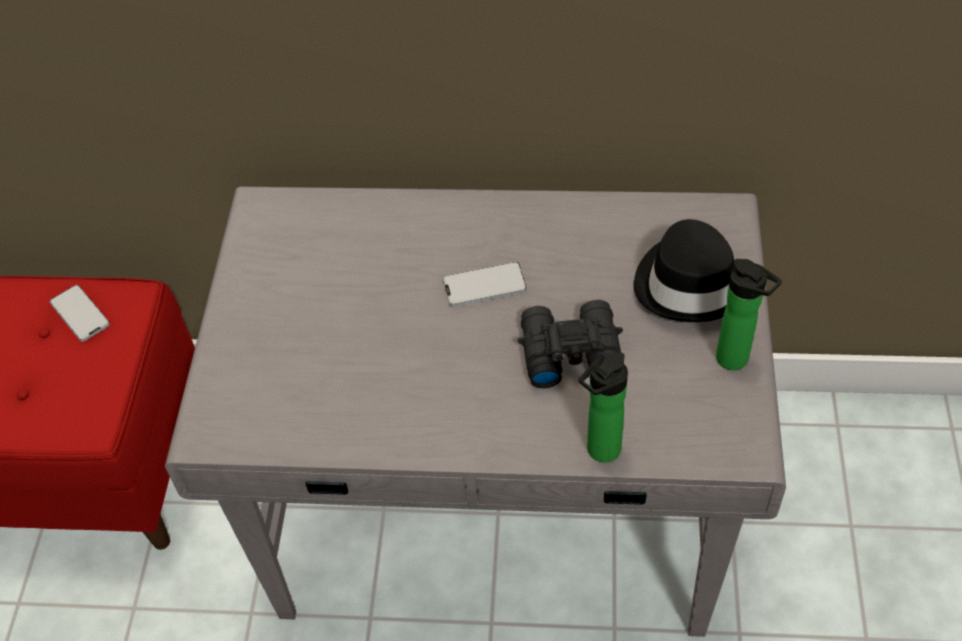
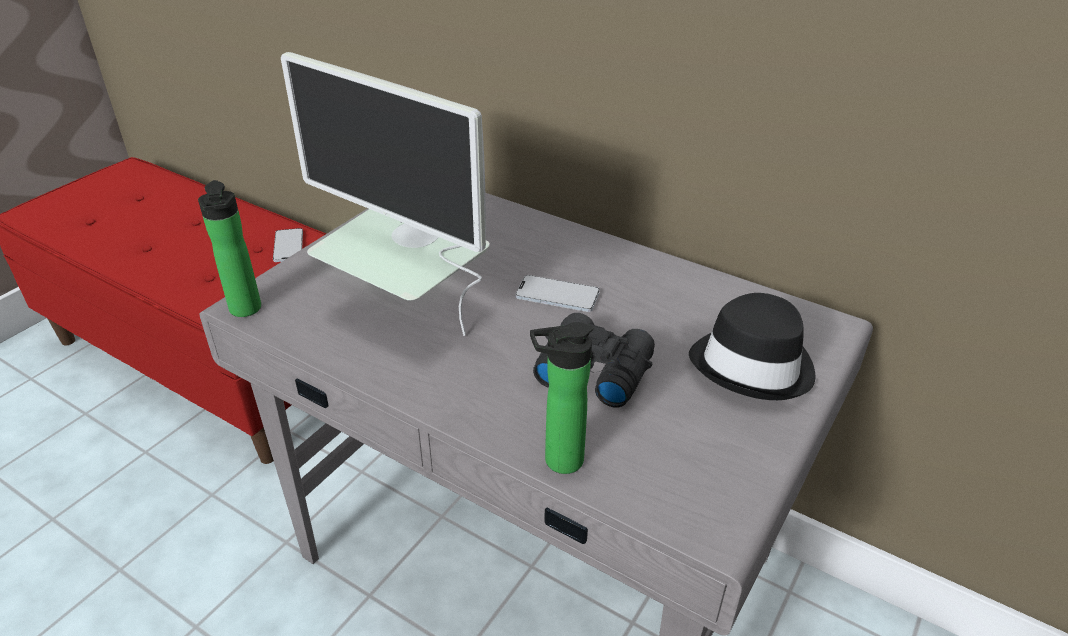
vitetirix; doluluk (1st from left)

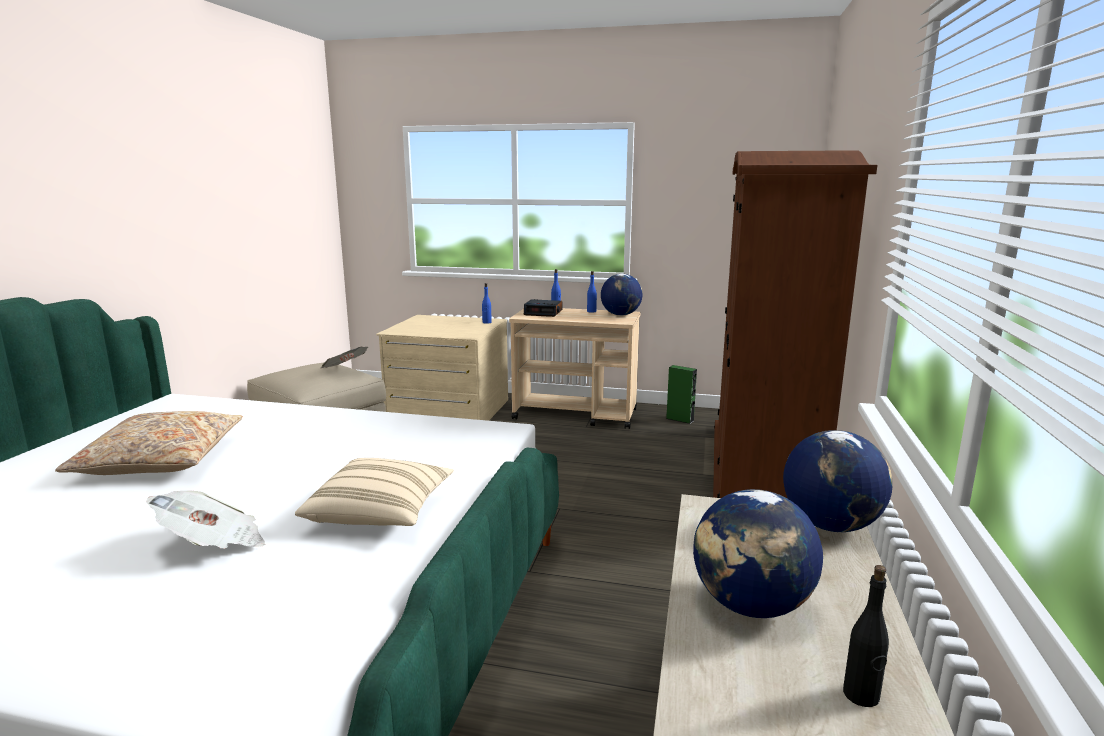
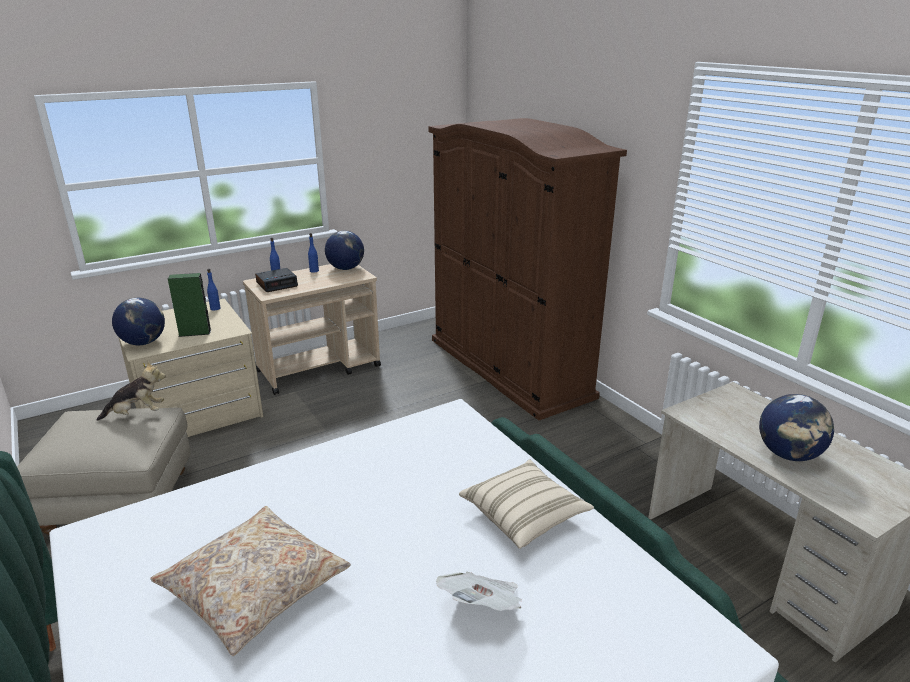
black_doluluk; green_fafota; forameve (1st from left); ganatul

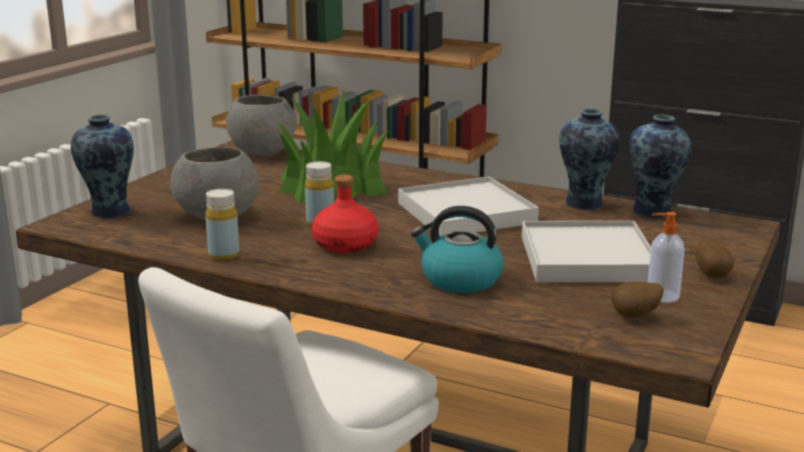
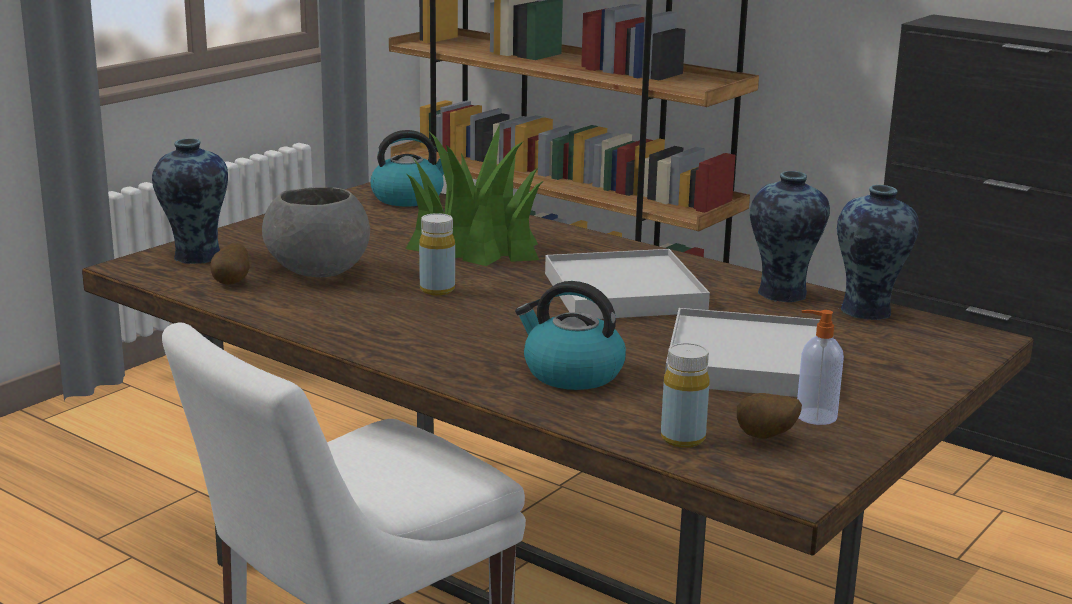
red_doluluk; yellow_doluluk (2nd from left); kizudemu (1st from left); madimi (1st from left)

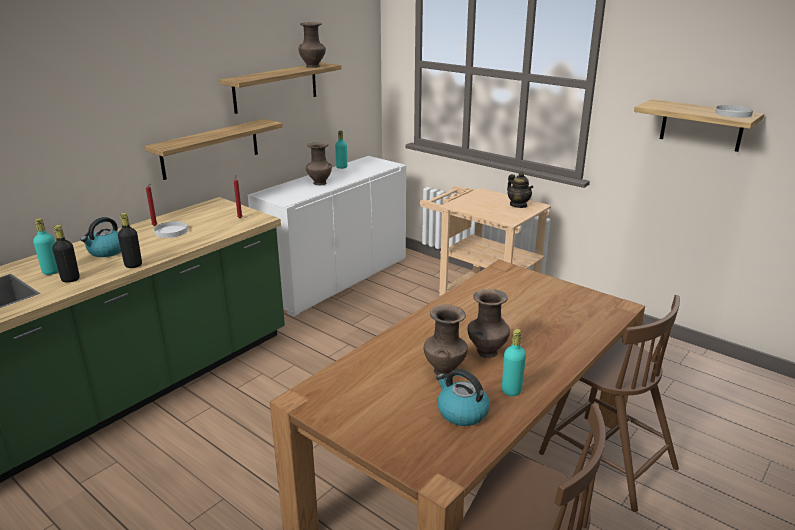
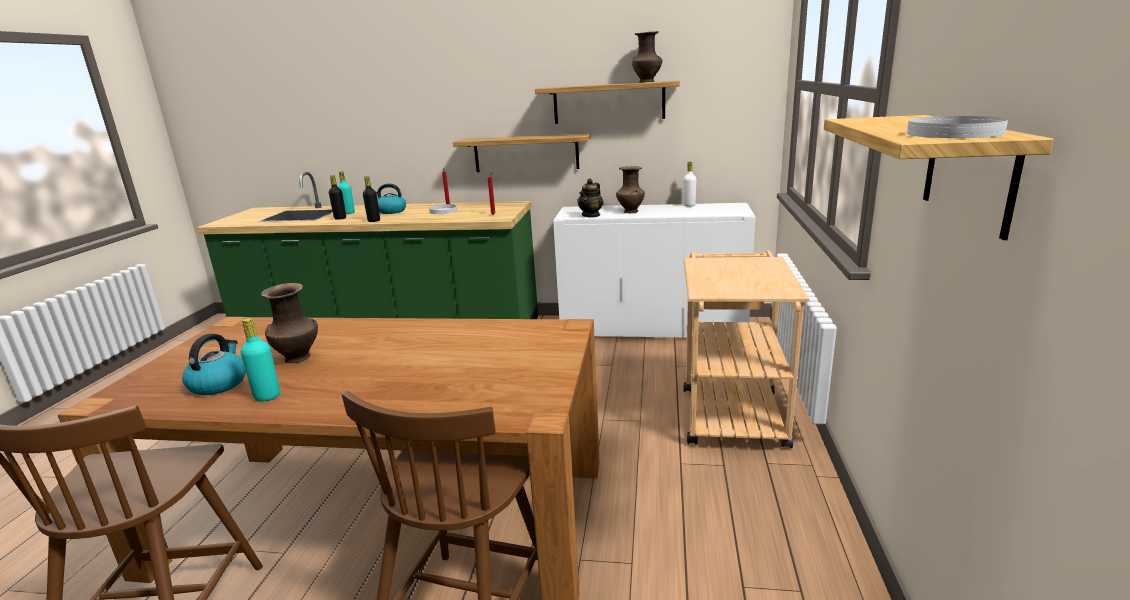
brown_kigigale (4th from left in the first image); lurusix; white_doluluk

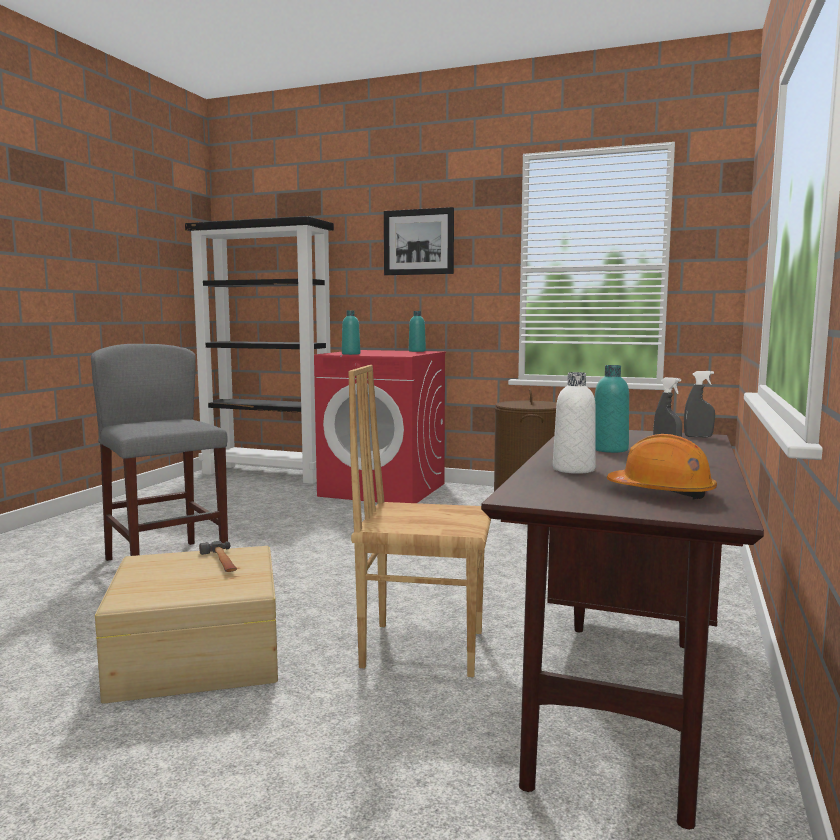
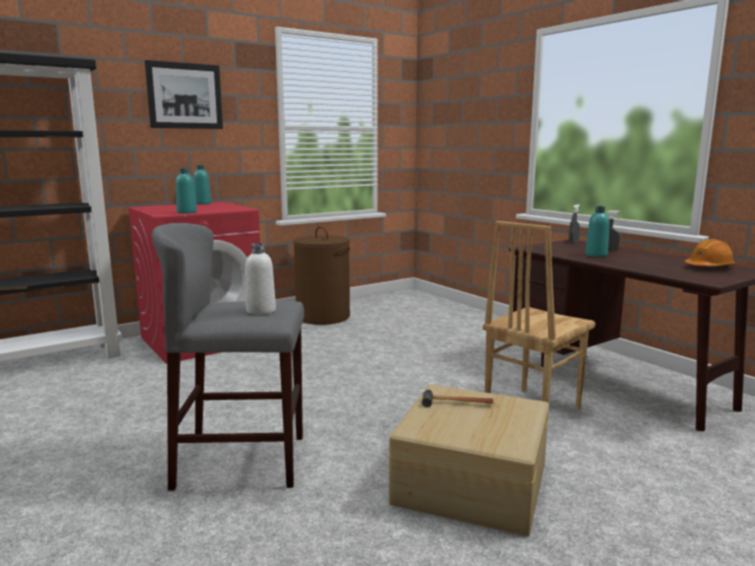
white_doluluk

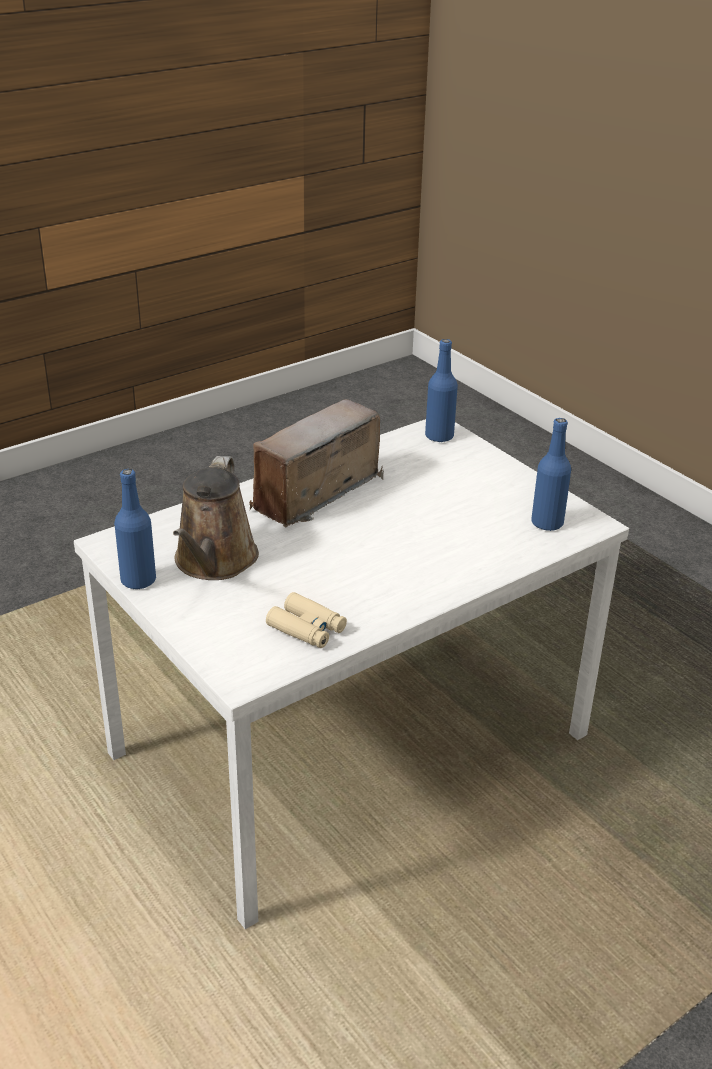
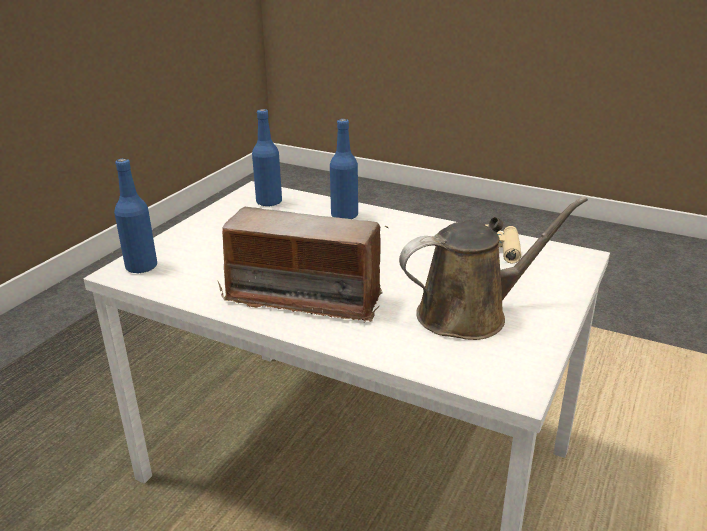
blue_doluluk (3rd from left)

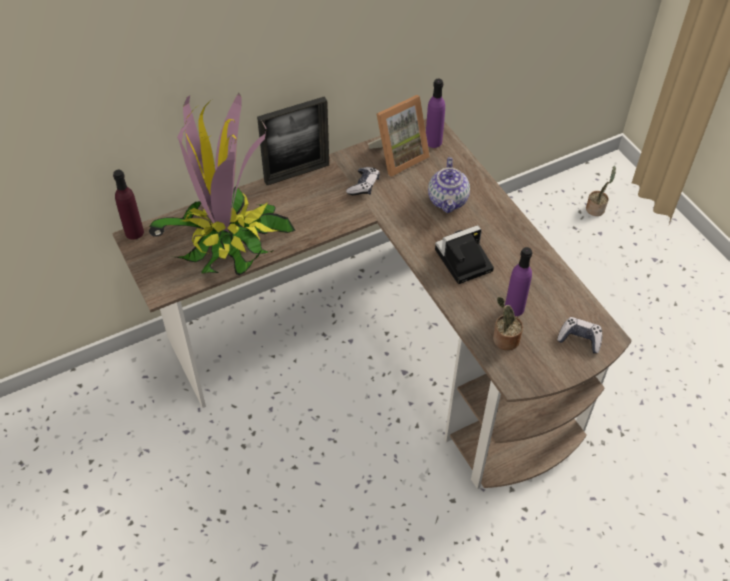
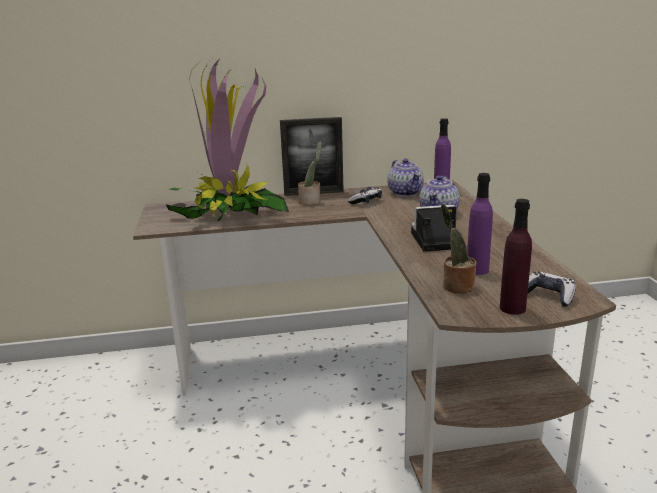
purple_doluluk (3rd from left); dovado (2nd from left); lurusix (1st from left)

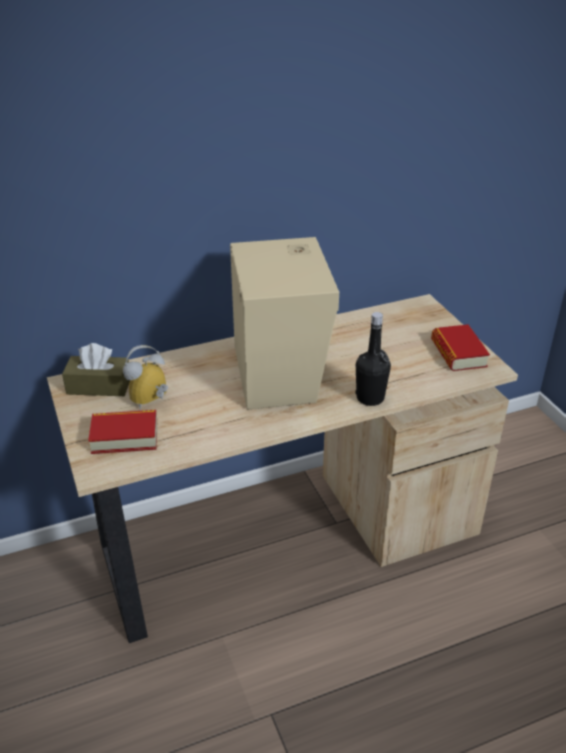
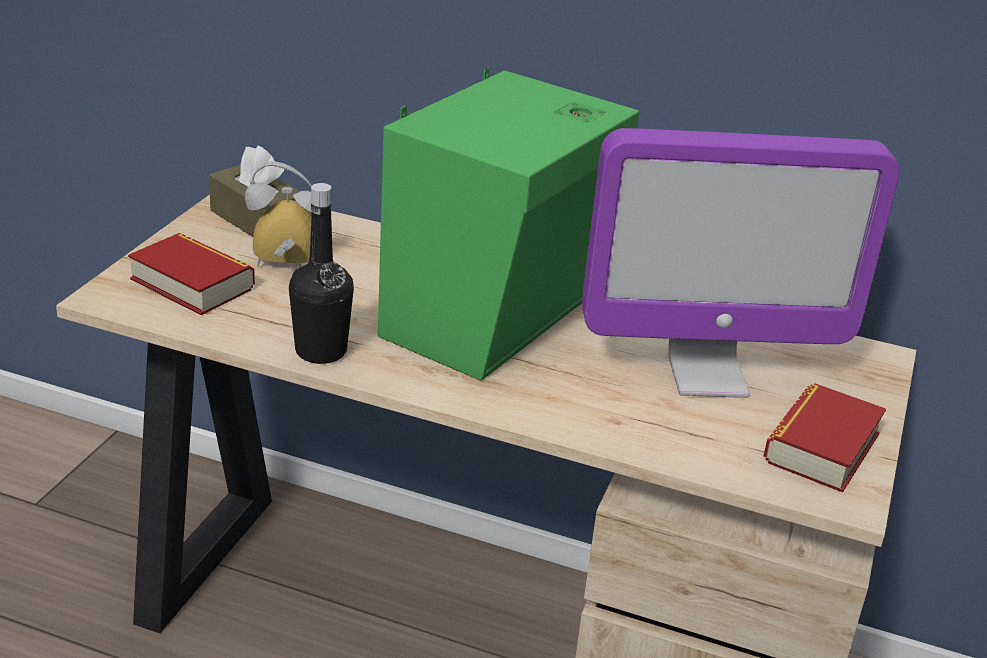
vitetirix; black_doluluk; green_fafota

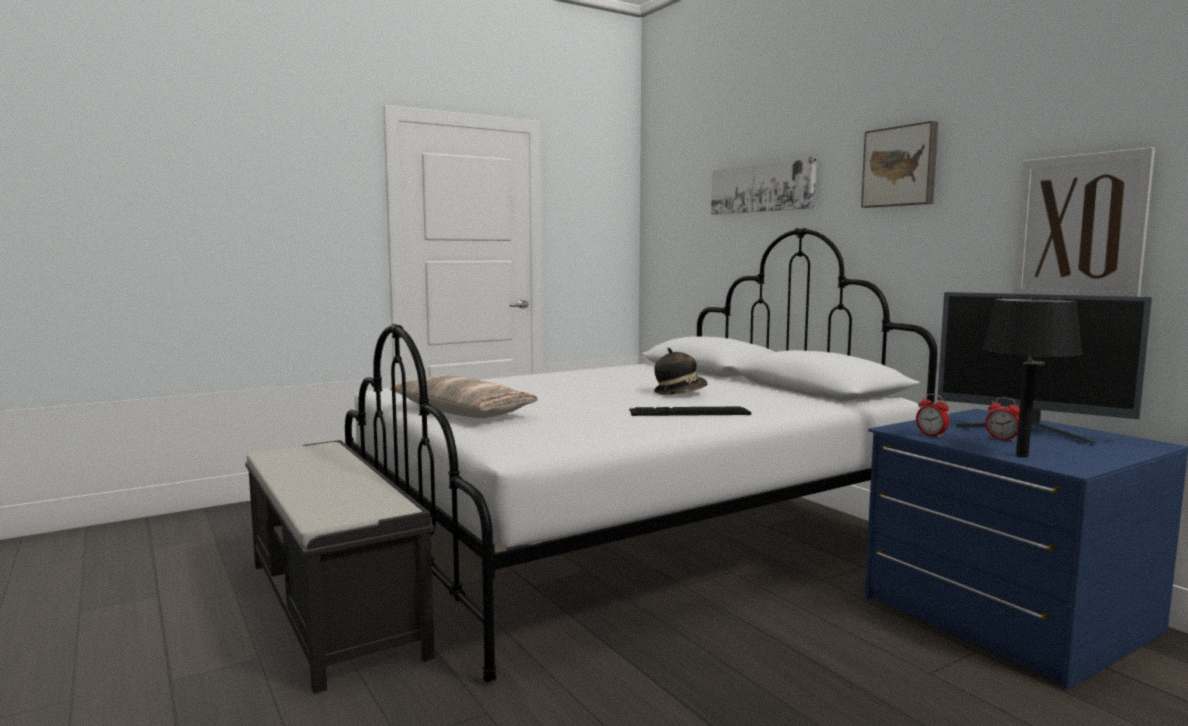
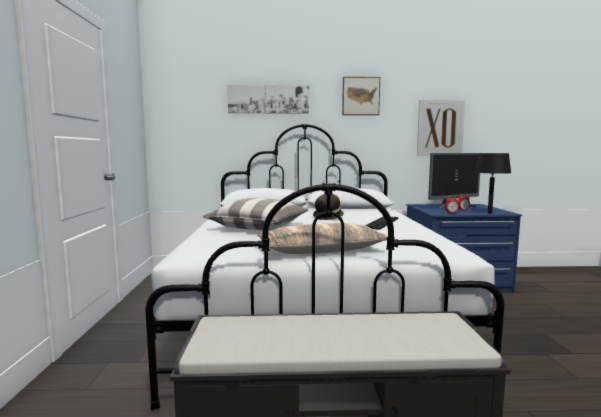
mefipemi (1st from left)

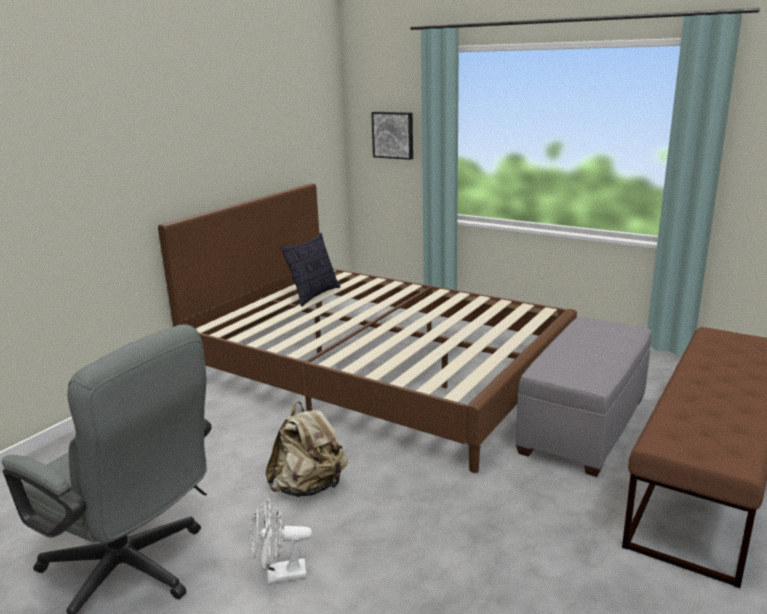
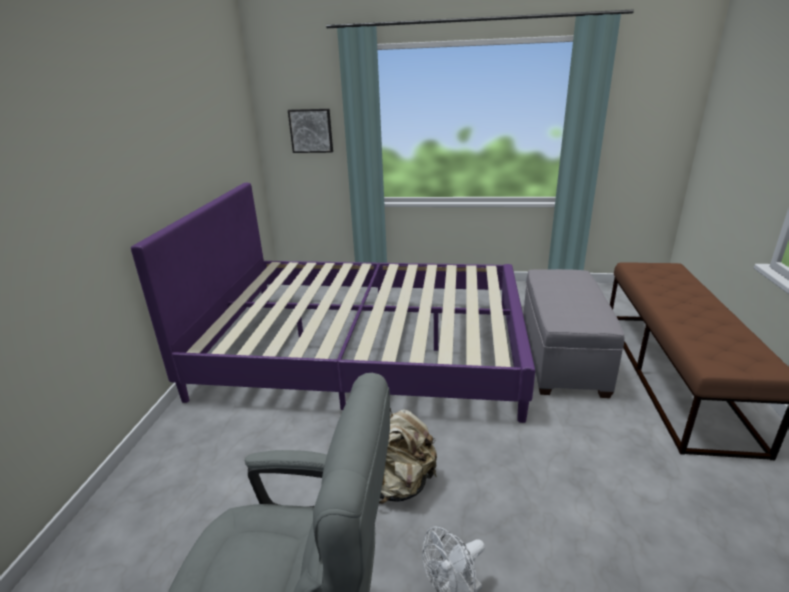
mefipemi; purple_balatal

